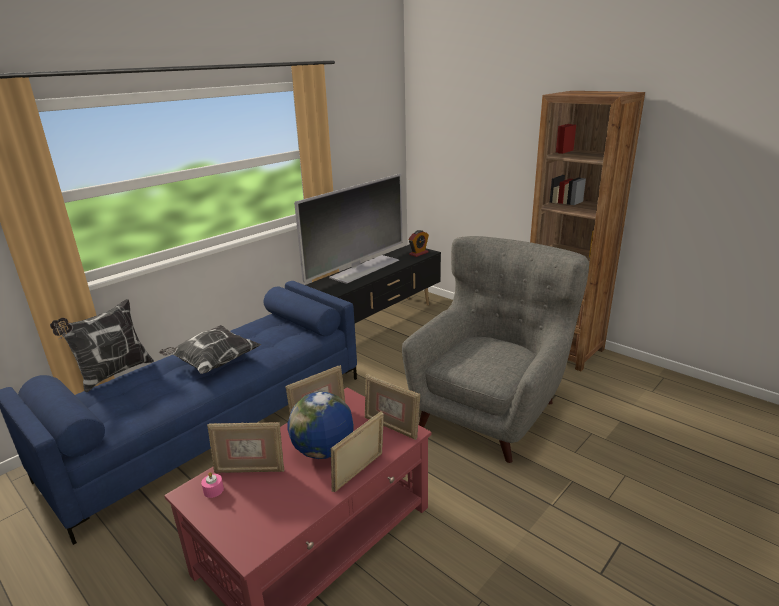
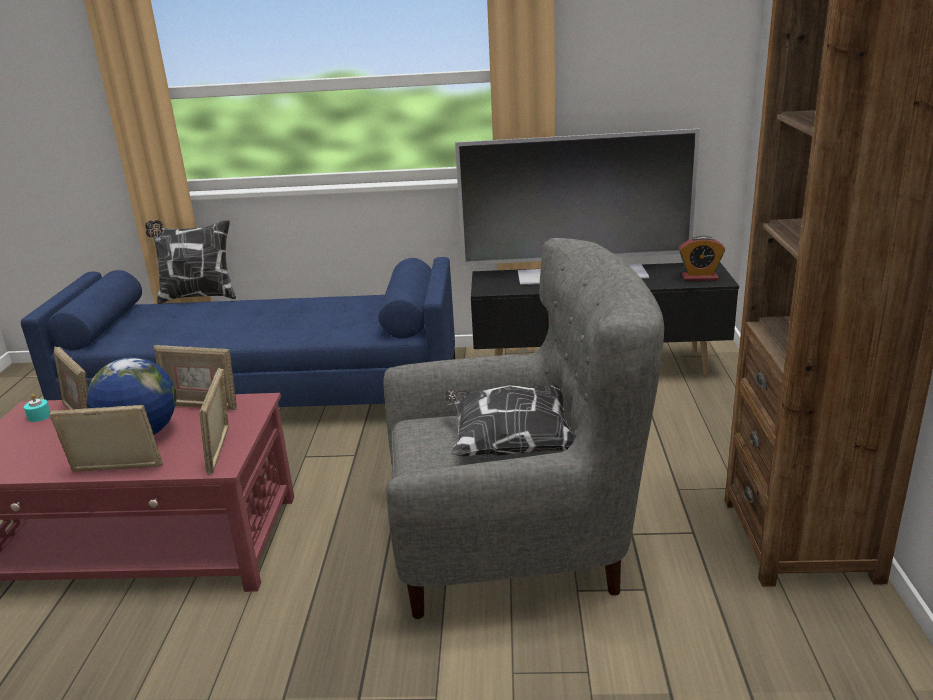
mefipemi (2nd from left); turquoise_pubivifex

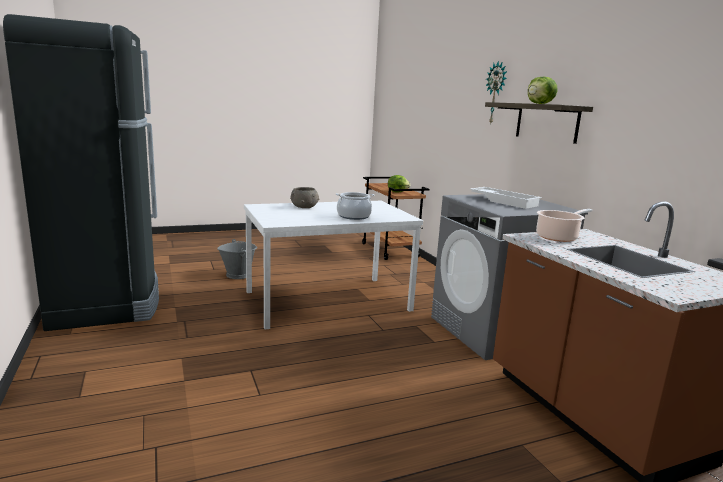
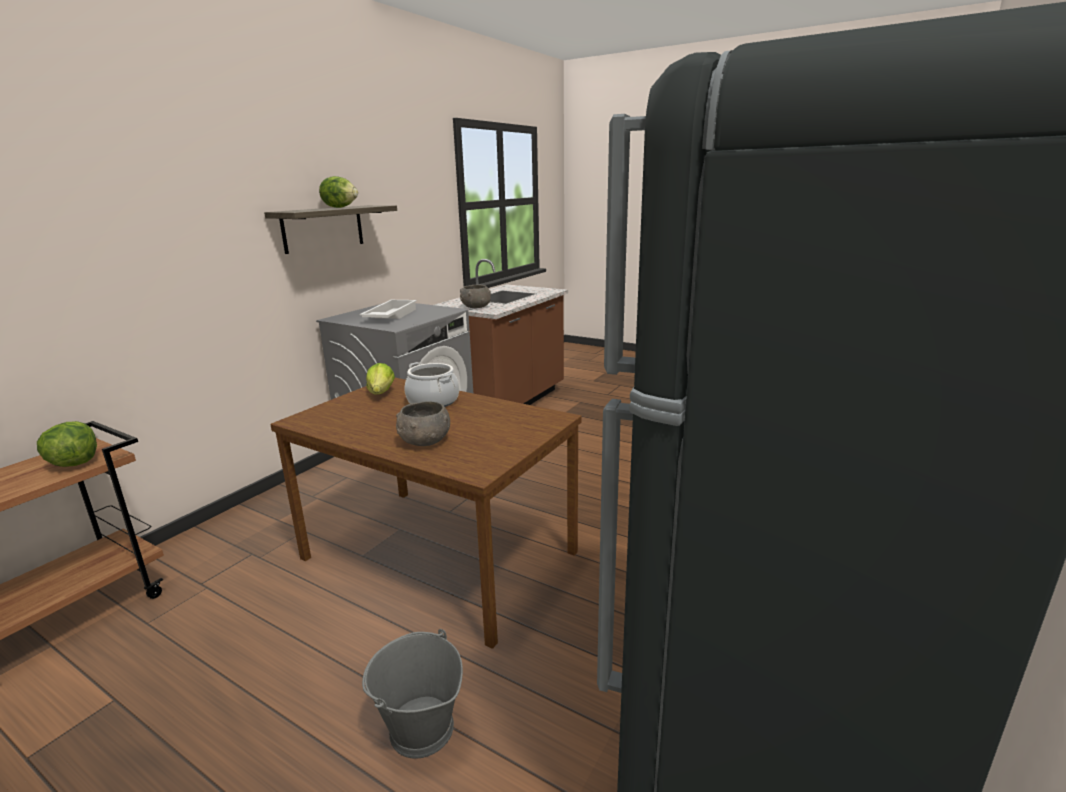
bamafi; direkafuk (3rd from left); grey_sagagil (2nd from left); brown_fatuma

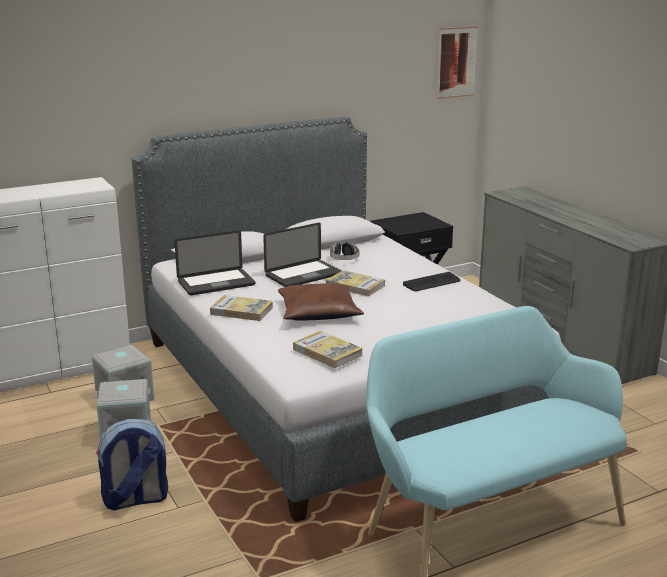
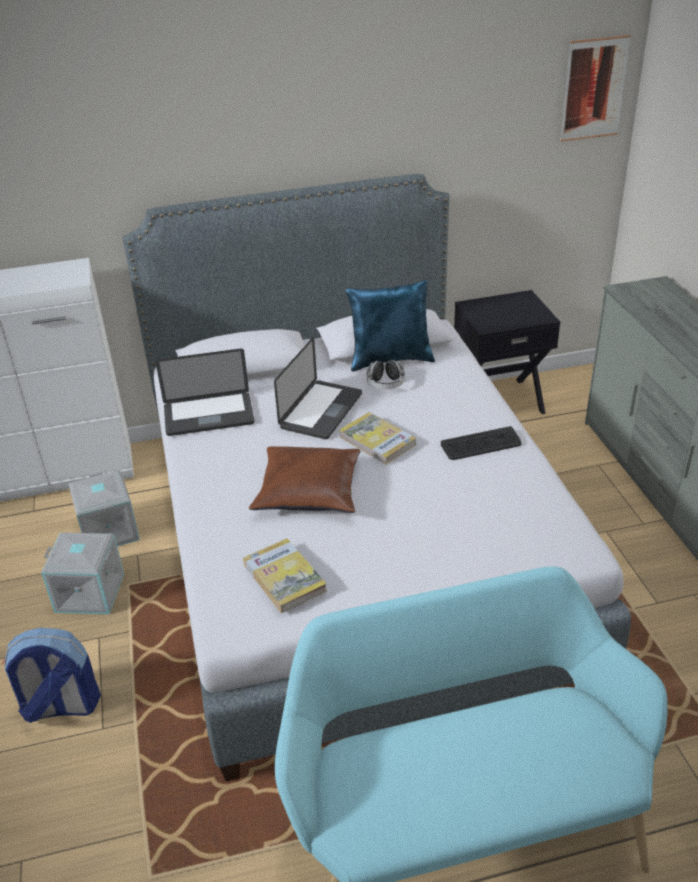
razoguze (1st from left in the first image); blue_mefipemi; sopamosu (2nd from left)

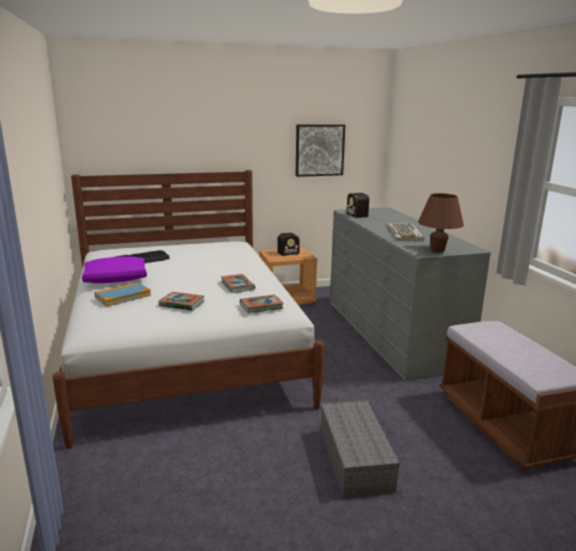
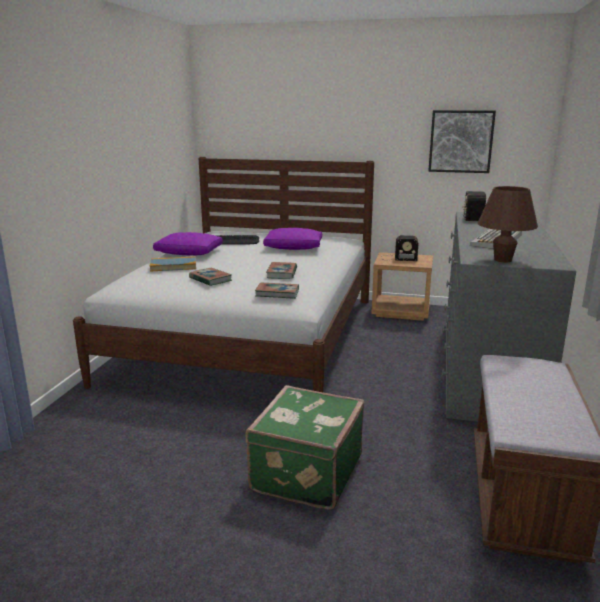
purple_mefipemi (2nd from left); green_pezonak

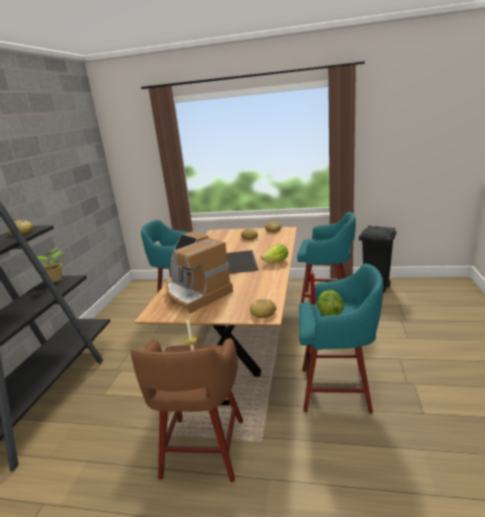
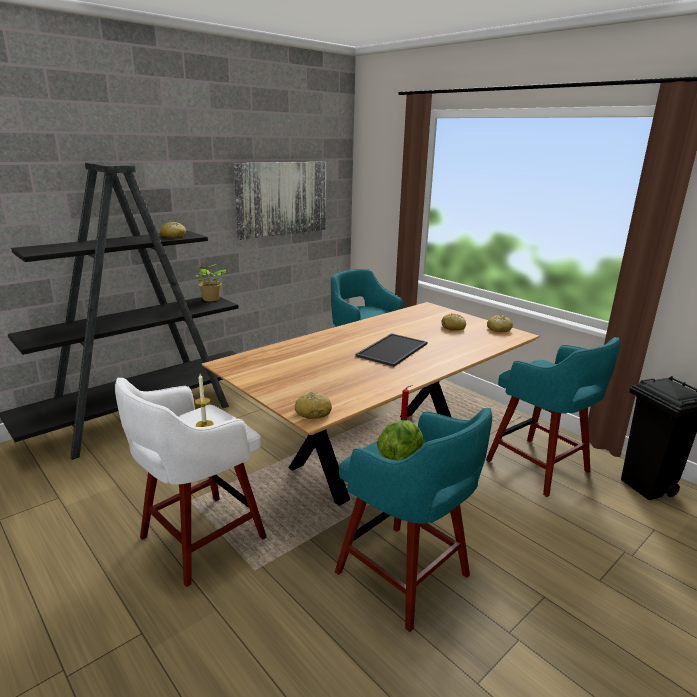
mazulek; direkafuk (1st from left in the first image); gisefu; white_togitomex

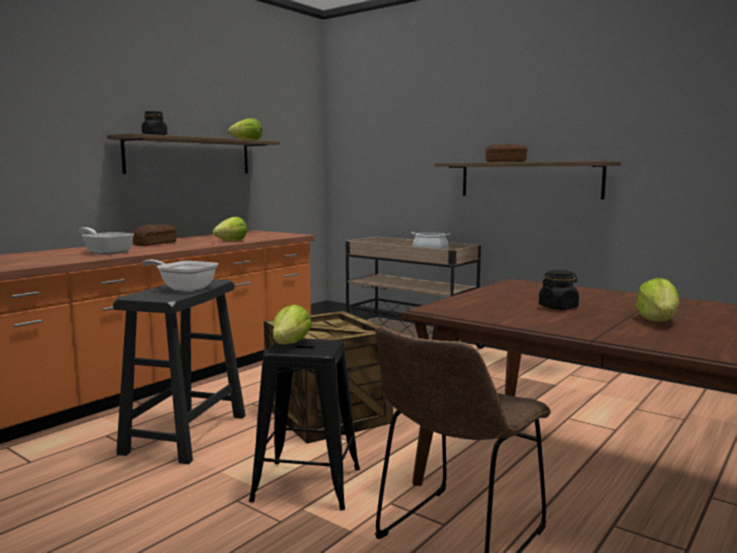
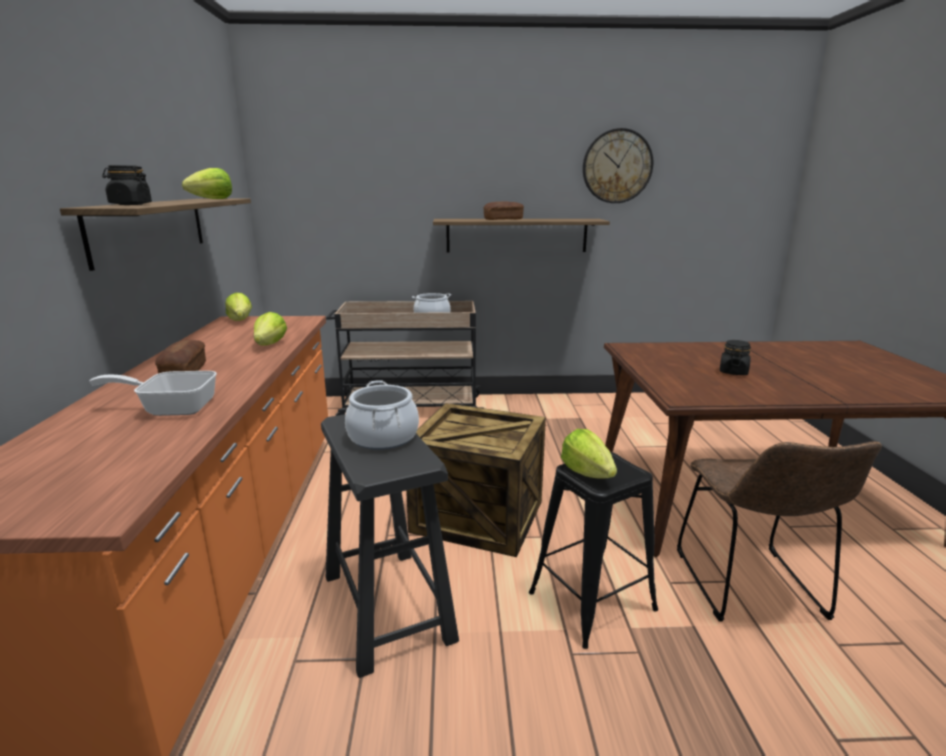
bamafi; direkafuk (2nd from left); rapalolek (1st from left)

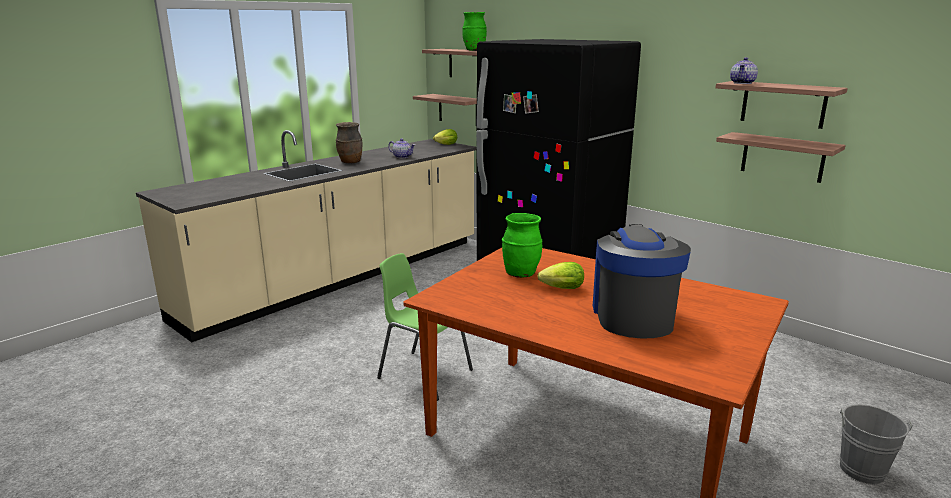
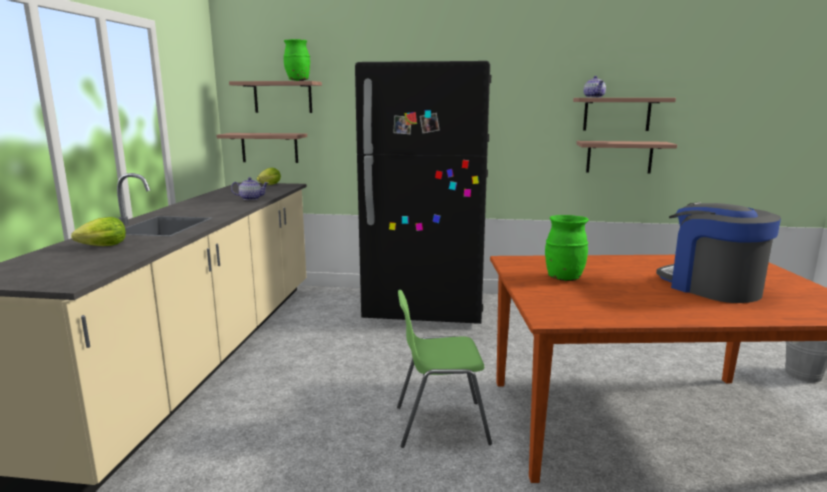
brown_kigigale; direkafuk (1st from left)

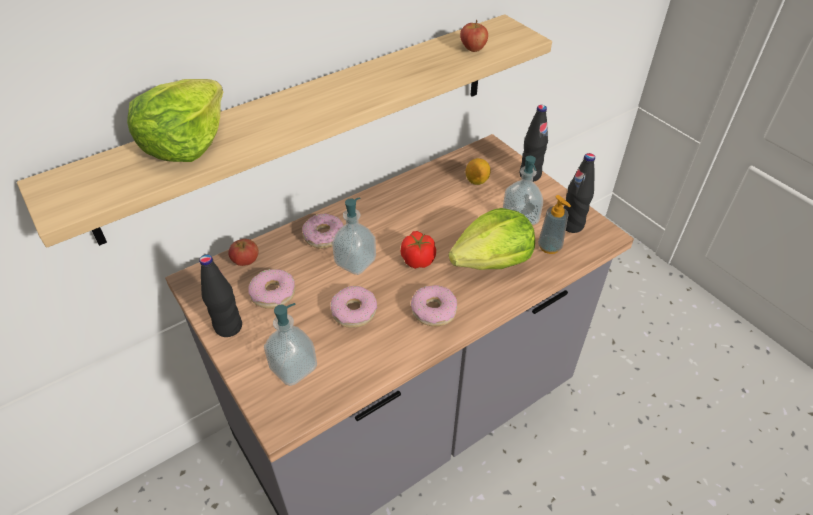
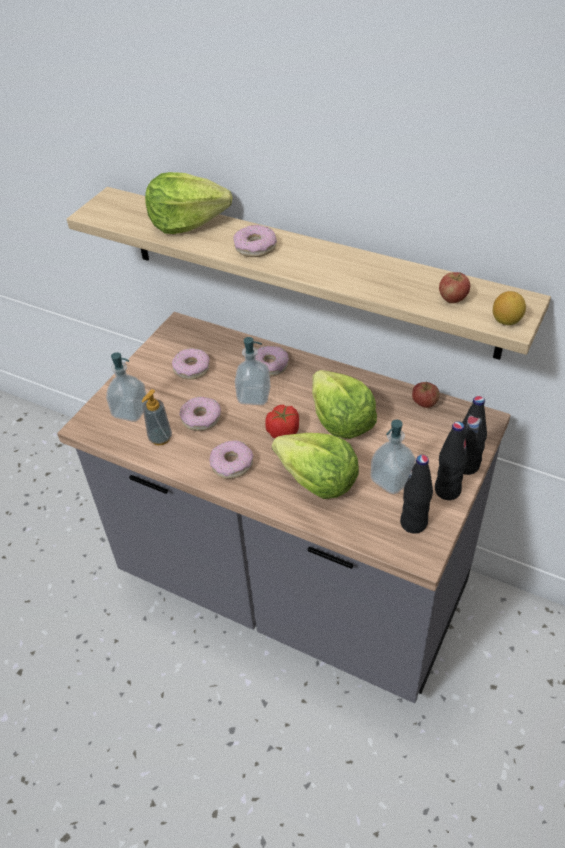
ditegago (4th from left); direkafuk (3rd from left); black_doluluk (2nd from left); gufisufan (1st from left); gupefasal; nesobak (2nd from left)

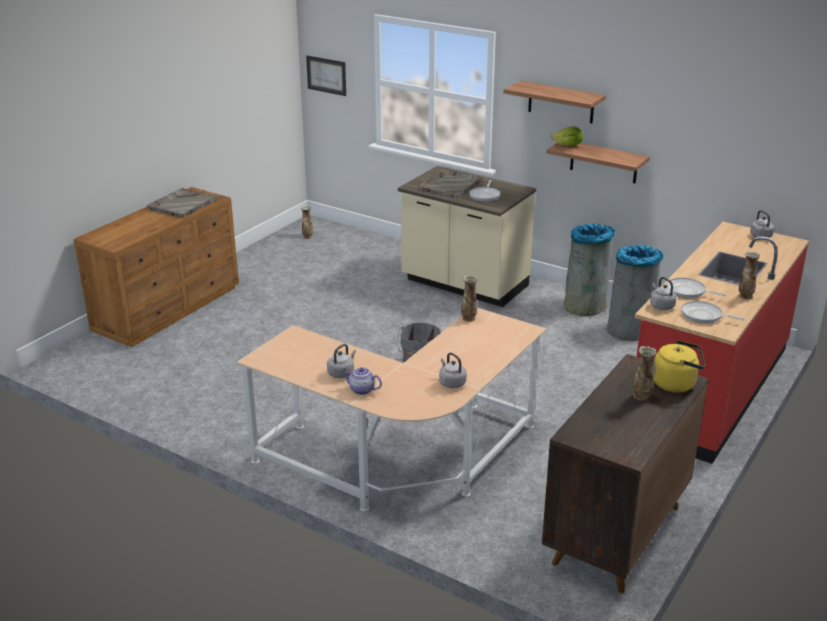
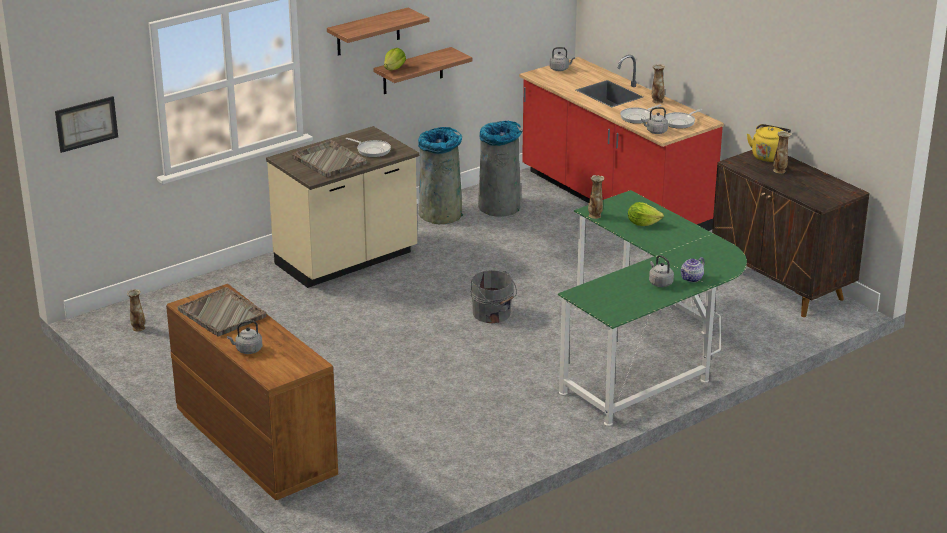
direkafuk (2nd from left); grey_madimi (1st from left); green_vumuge

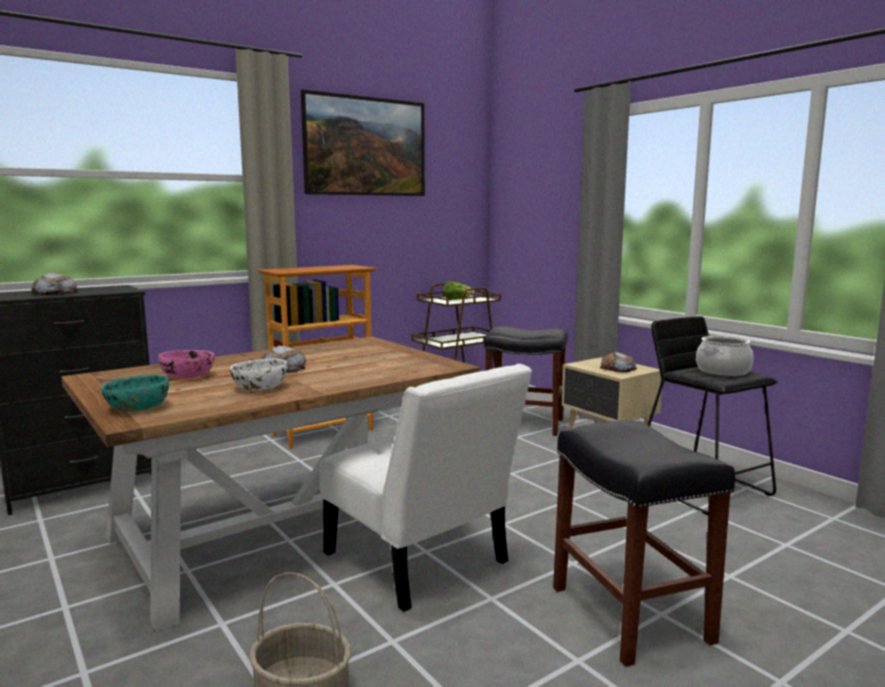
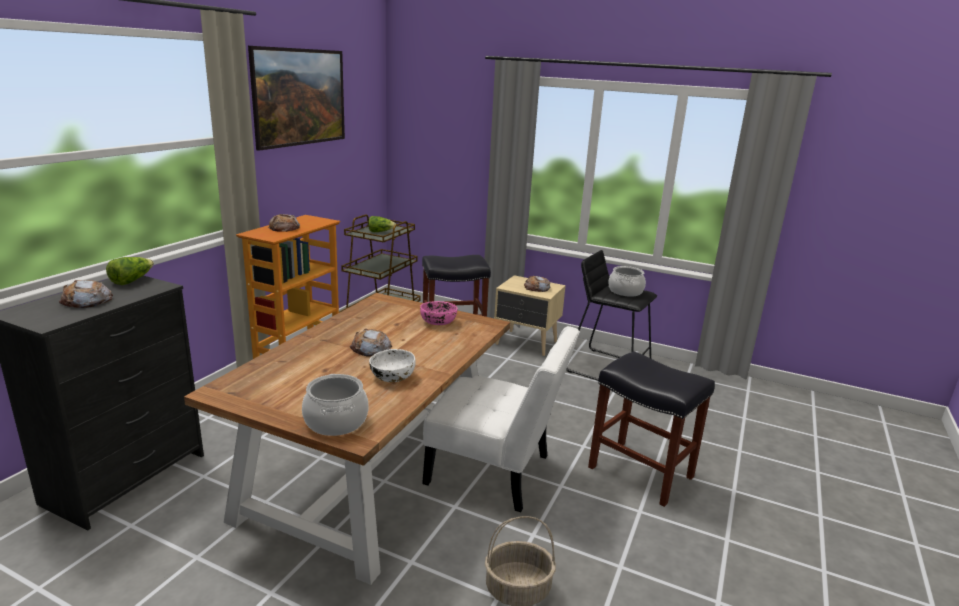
direkafuk (1st from left); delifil (2nd from left); pink_sagagil; rapalolek (1st from left)

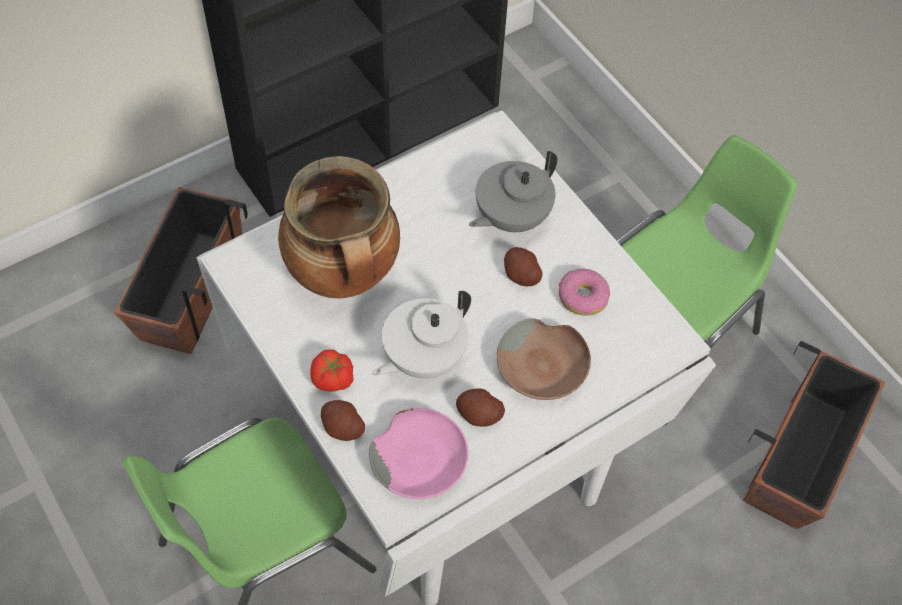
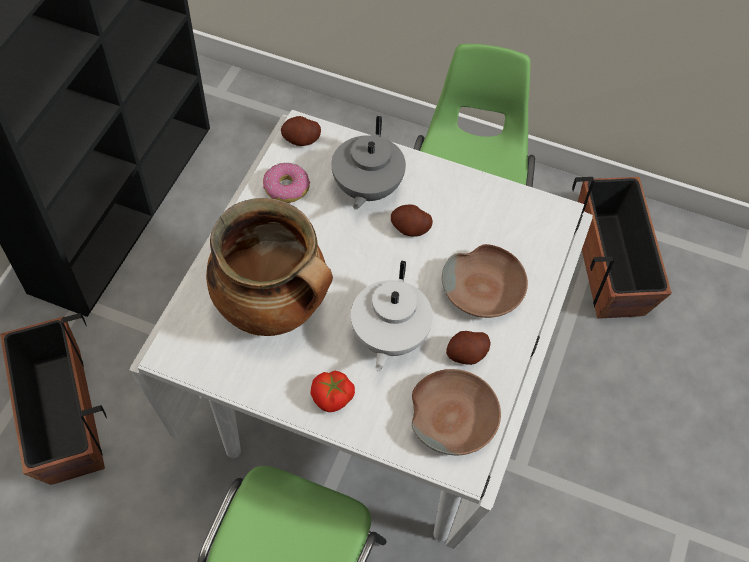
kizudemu (1st from left); ditegago; brown_sagagil (1st from left)

